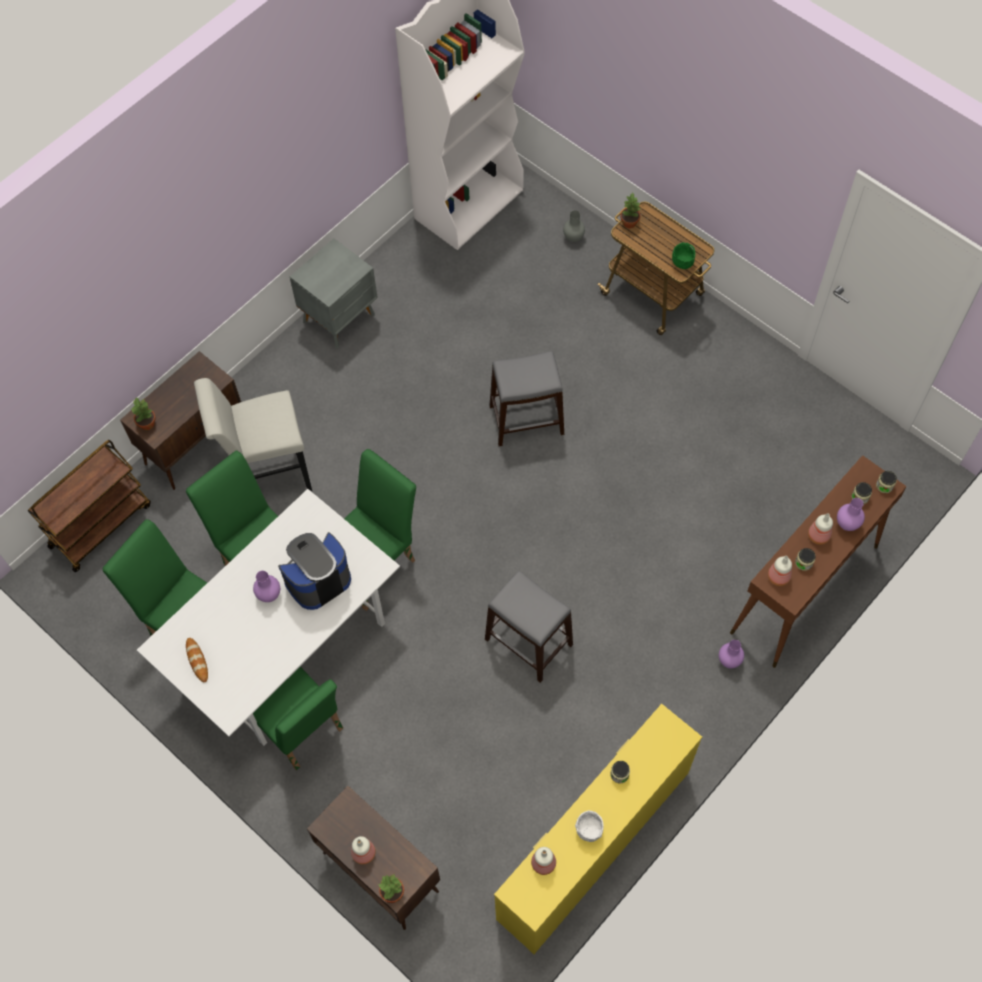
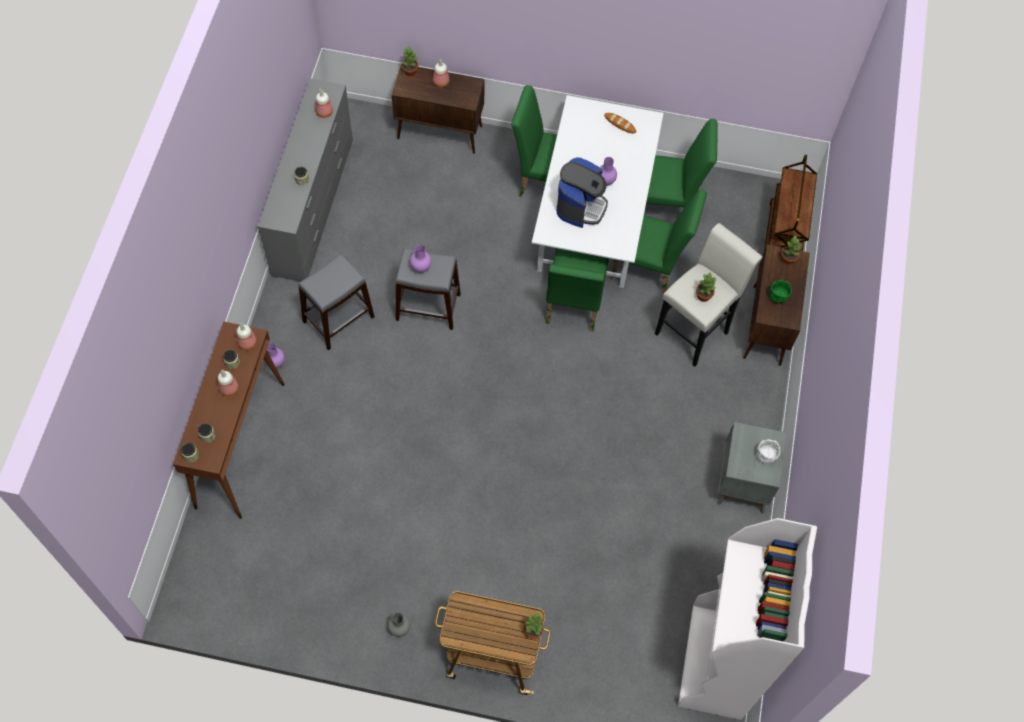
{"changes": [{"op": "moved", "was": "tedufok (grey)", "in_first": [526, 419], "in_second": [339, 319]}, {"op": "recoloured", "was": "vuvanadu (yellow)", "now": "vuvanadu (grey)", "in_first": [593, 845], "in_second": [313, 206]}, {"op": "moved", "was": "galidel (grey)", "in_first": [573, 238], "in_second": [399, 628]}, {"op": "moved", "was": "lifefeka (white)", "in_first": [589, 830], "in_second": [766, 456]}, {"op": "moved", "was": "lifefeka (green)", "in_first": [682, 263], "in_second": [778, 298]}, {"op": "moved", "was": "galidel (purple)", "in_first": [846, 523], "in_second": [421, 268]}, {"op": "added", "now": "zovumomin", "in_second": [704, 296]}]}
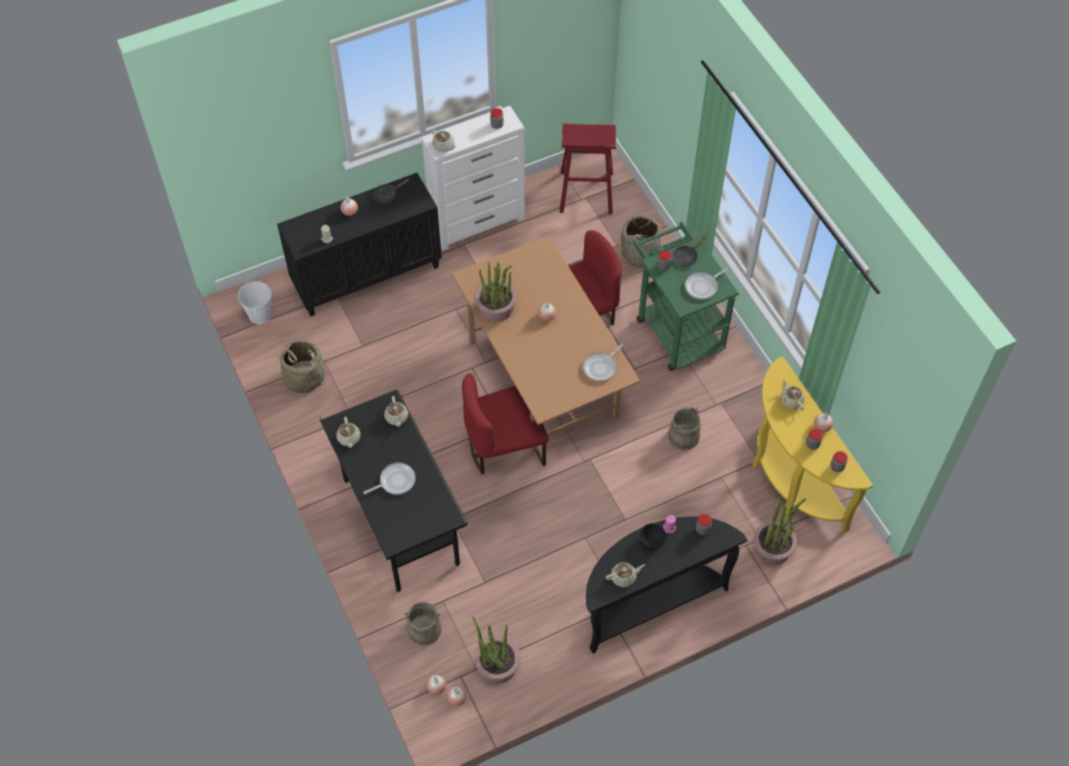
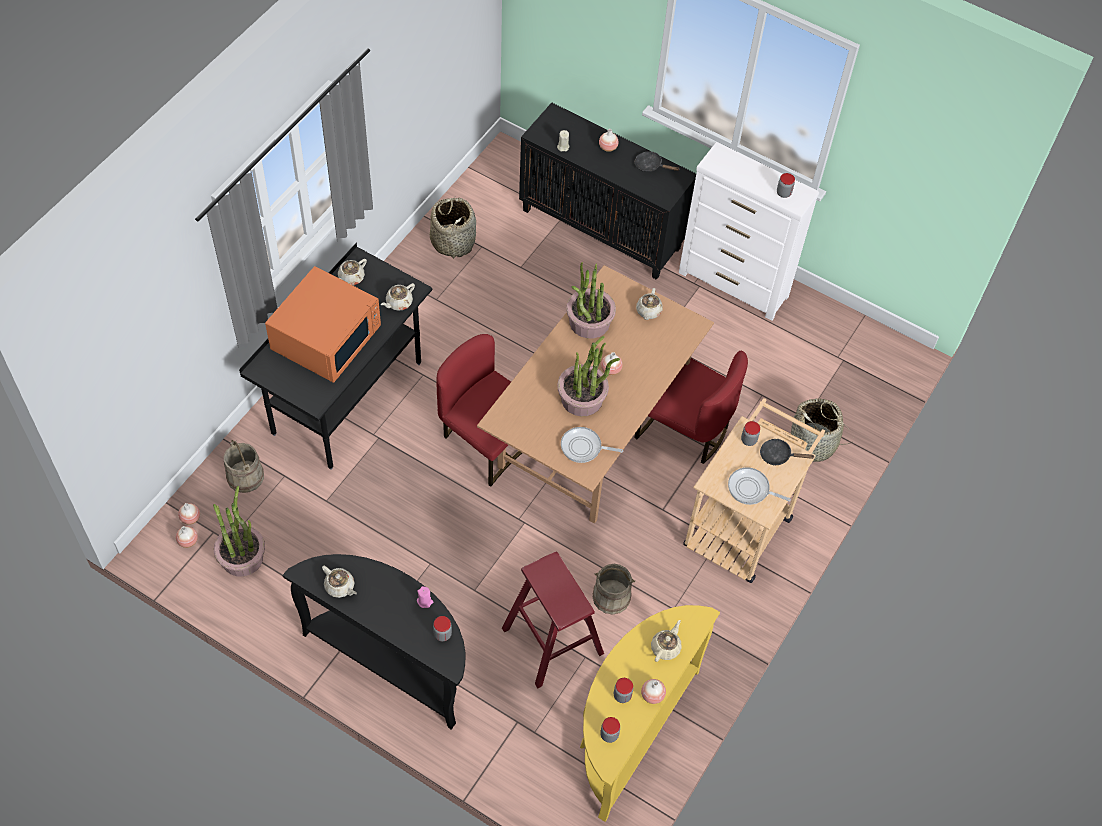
{"changes": [{"op": "removed", "was": "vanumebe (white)", "in_first": [260, 315]}, {"op": "replaced", "was": "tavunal", "now": "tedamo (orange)", "in_first": [395, 481], "in_second": [327, 337]}, {"op": "moved", "was": "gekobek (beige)", "in_first": [444, 146], "in_second": [648, 311]}, {"op": "moved", "was": "tedufok (red)", "in_first": [586, 192], "in_second": [552, 641]}, {"op": "recoloured", "was": "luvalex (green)", "now": "luvalex (beige)", "in_first": [676, 328], "in_second": [742, 524]}, {"op": "removed", "was": "lifefeka (black)", "in_first": [651, 541]}, {"op": "moved", "was": "zovumomin", "in_first": [773, 548], "in_second": [582, 398]}]}
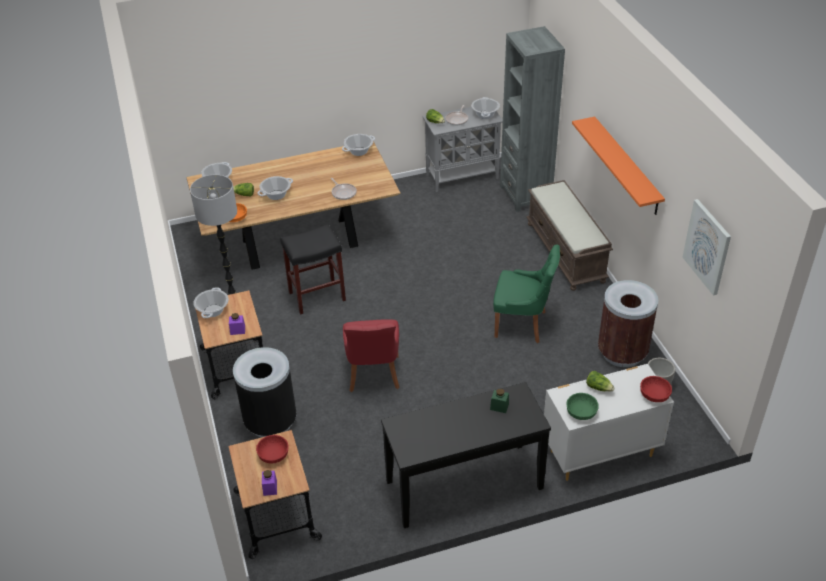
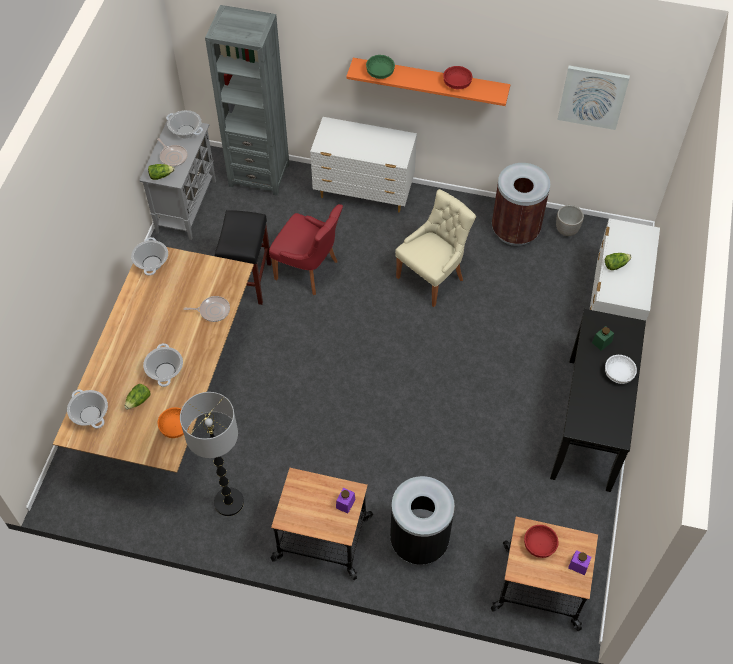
{"changes": [{"op": "removed", "was": "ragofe", "in_first": [213, 311]}, {"op": "moved", "was": "tedufok (black)", "in_first": [316, 296], "in_second": [248, 282]}, {"op": "moved", "was": "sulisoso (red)", "in_first": [373, 375], "in_second": [309, 270]}, {"op": "recoloured", "was": "sulisoso (green)", "now": "sulisoso (beige)", "in_first": [522, 324], "in_second": [432, 277]}, {"op": "replaced", "was": "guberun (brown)", "now": "vuvanadu (white)", "in_first": [566, 252], "in_second": [364, 193]}, {"op": "moved", "was": "lifefeka (green)", "in_first": [581, 412], "in_second": [379, 73]}, {"op": "moved", "was": "lifefeka (red)", "in_first": [654, 395], "in_second": [457, 84]}, {"op": "added", "now": "lifefeka (white)", "in_second": [618, 374]}]}
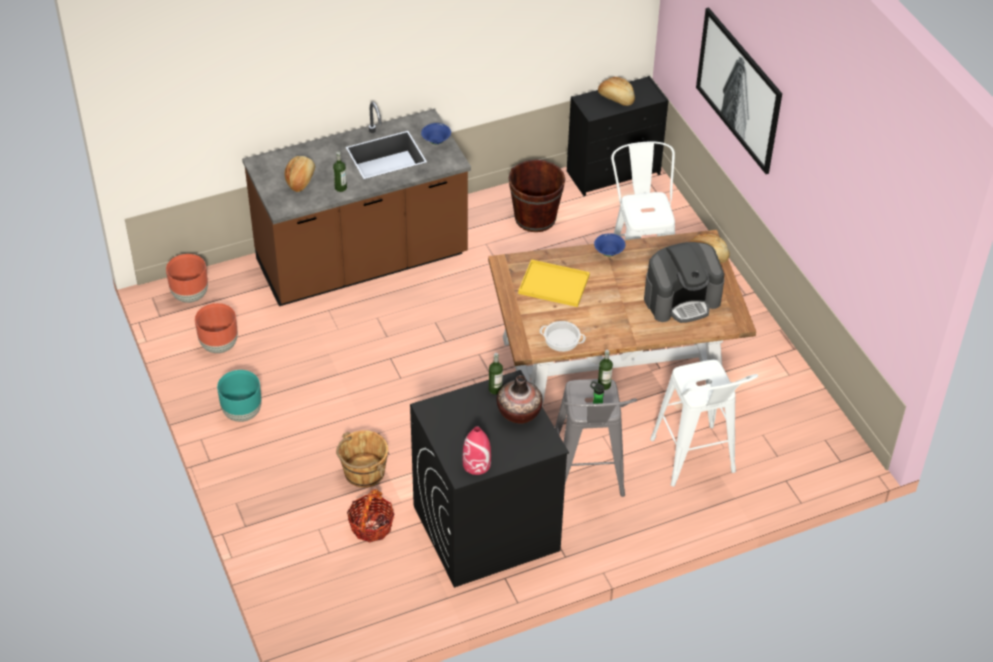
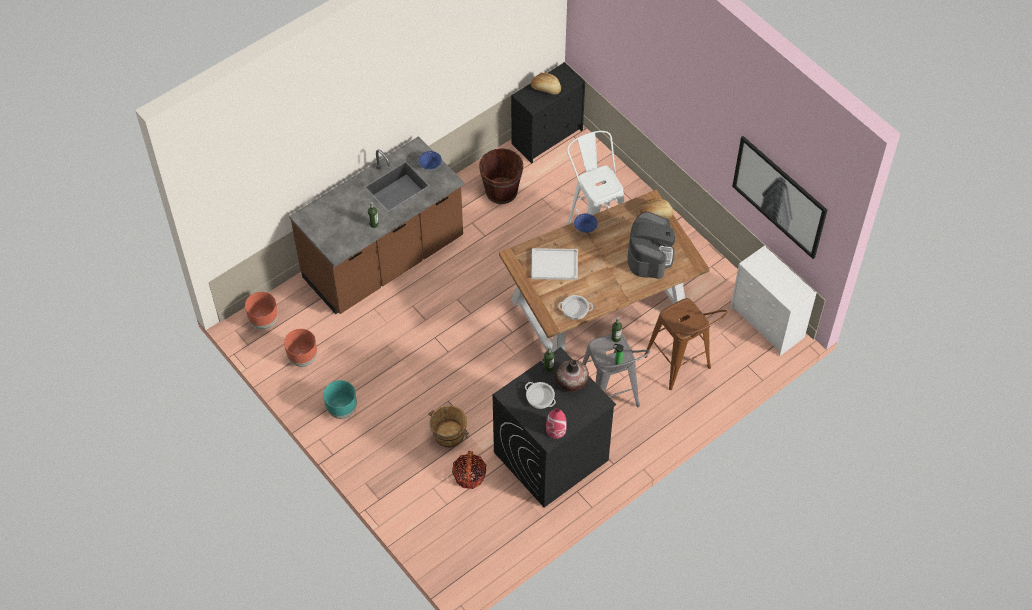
{"changes": [{"op": "removed", "was": "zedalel", "in_first": [301, 180]}, {"op": "recoloured", "was": "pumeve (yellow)", "now": "pumeve (white)", "in_first": [552, 284], "in_second": [553, 265]}, {"op": "turned", "was": "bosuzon", "in_first": [682, 299], "in_second": [649, 255], "clockwise": -45}, {"op": "recoloured", "was": "tedufok (white)", "now": "tedufok (brown)", "in_first": [695, 463], "in_second": [681, 367]}, {"op": "moved", "was": "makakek", "in_first": [738, 89], "in_second": [779, 197]}, {"op": "added", "now": "ragofe", "in_second": [540, 397]}, {"op": "added", "now": "vuvanadu (white)", "in_second": [767, 324]}]}
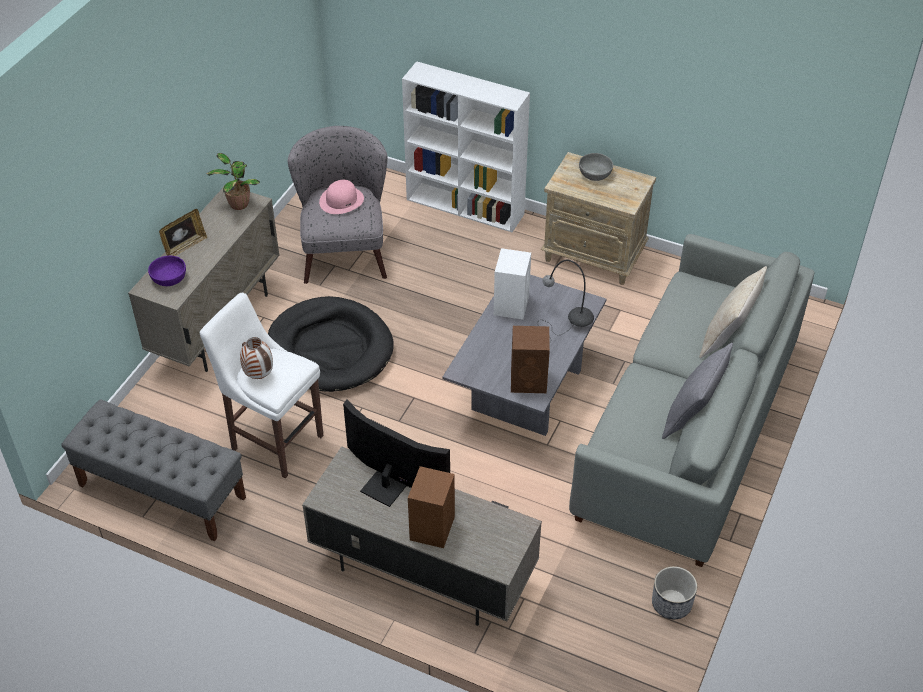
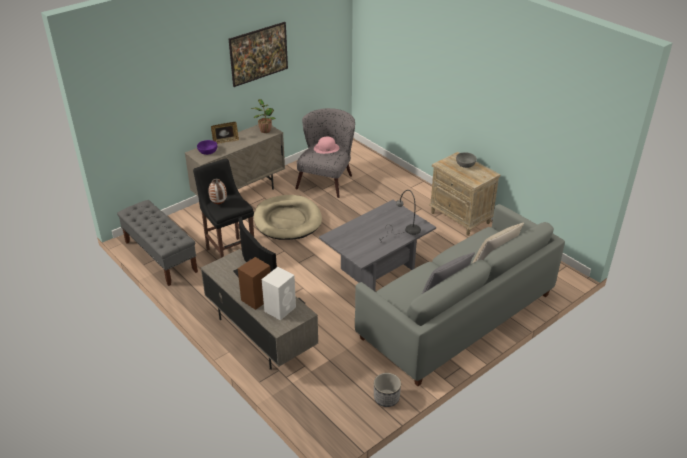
{"changes": [{"op": "recoloured", "was": "tedufok (white)", "now": "tedufok (black)", "in_first": [274, 440], "in_second": [230, 251]}, {"op": "recoloured", "was": "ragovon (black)", "now": "ragovon (beige)", "in_first": [330, 348], "in_second": [287, 220]}, {"op": "removed", "was": "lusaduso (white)", "in_first": [466, 207]}, {"op": "moved", "was": "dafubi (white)", "in_first": [511, 304], "in_second": [280, 308]}, {"op": "removed", "was": "dafubi (brown)", "in_first": [529, 381]}, {"op": "added", "now": "makakek", "in_second": [259, 65]}]}
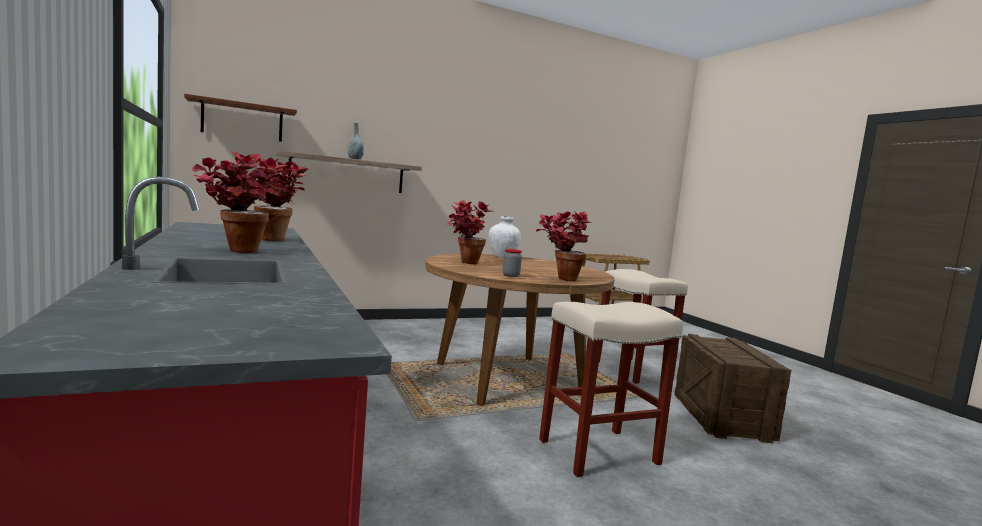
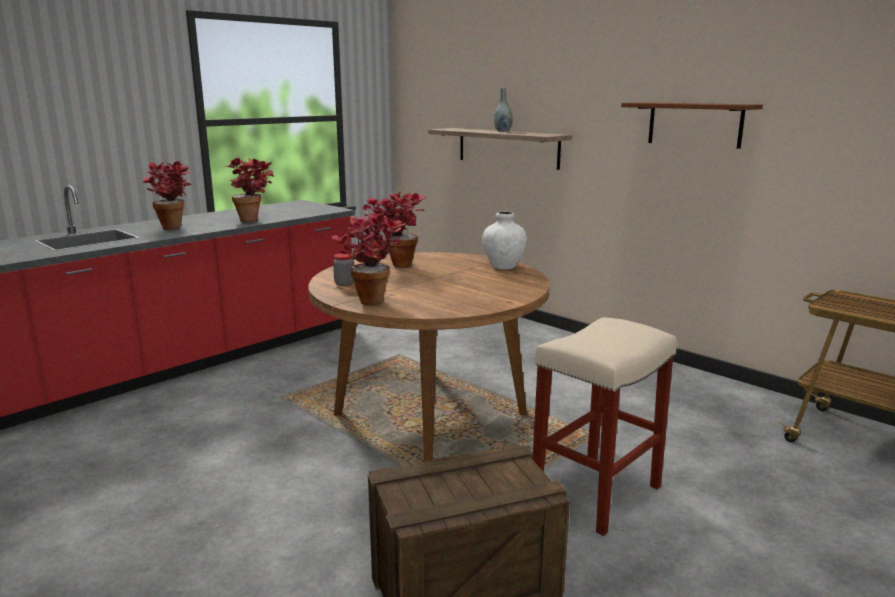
{"changes": [{"op": "moved", "was": "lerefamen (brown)", "in_first": [242, 121], "in_second": [694, 124]}, {"op": "removed", "was": "tedufok (beige)", "in_first": [597, 452]}]}
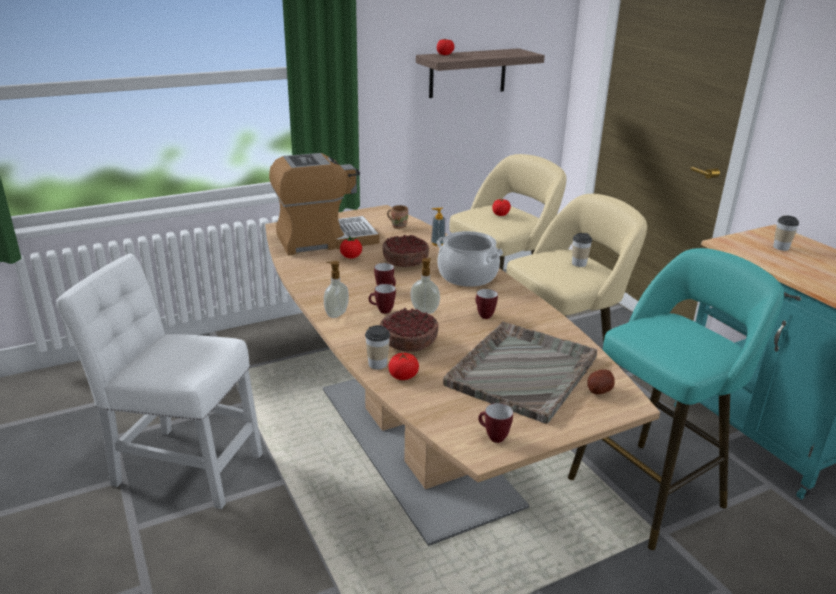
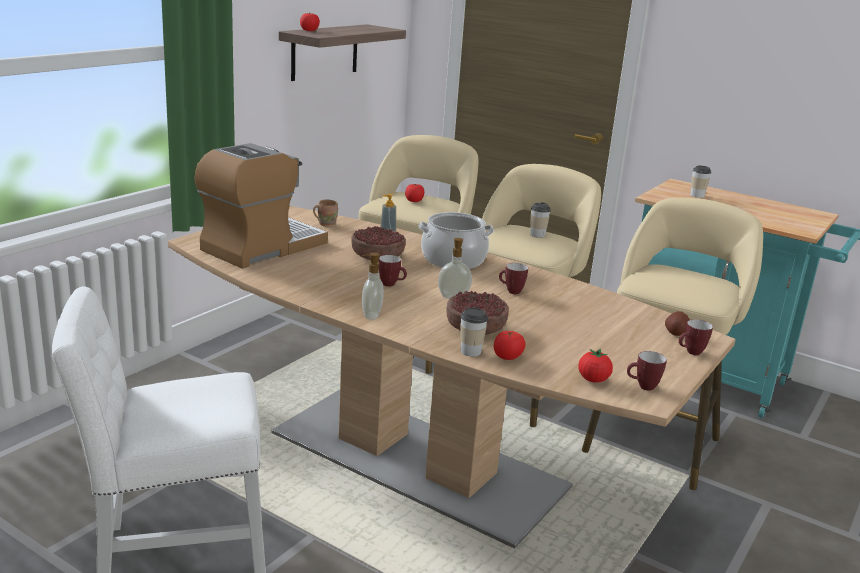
{"changes": [{"op": "moved", "was": "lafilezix", "in_first": [351, 257], "in_second": [593, 380]}, {"op": "moved", "was": "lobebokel", "in_first": [382, 311], "in_second": [691, 353]}, {"op": "removed", "was": "pumeve (grey)", "in_first": [523, 371]}, {"op": "recoloured", "was": "tedufok (turquoise)", "now": "tedufok (beige)", "in_first": [651, 489], "in_second": [654, 441]}]}
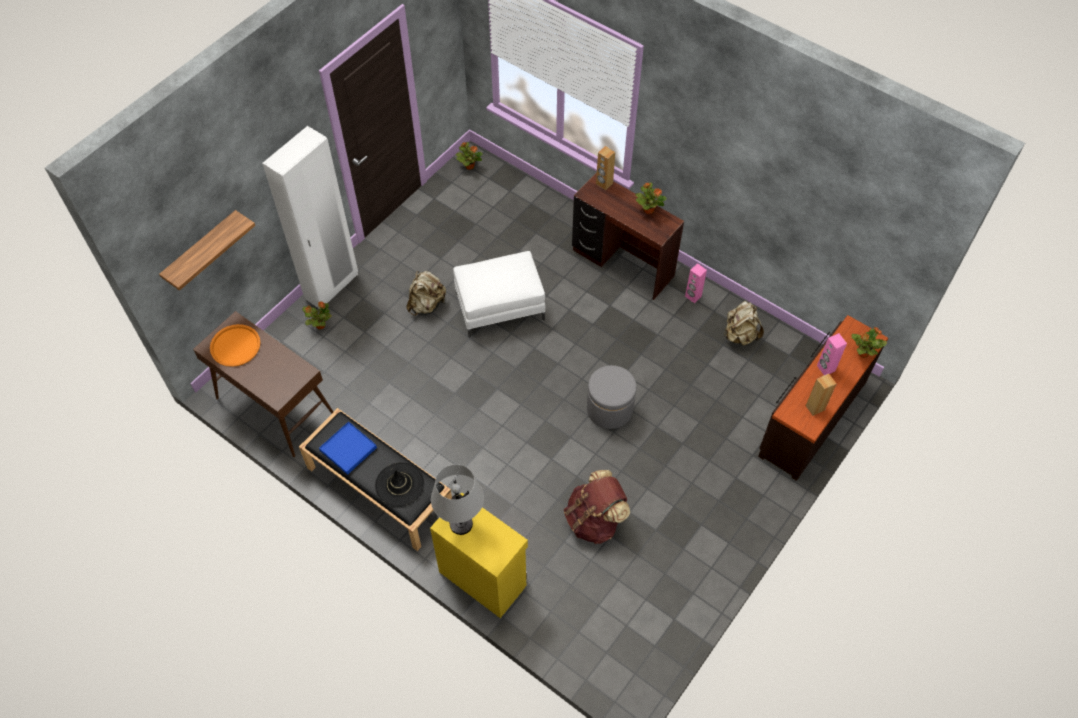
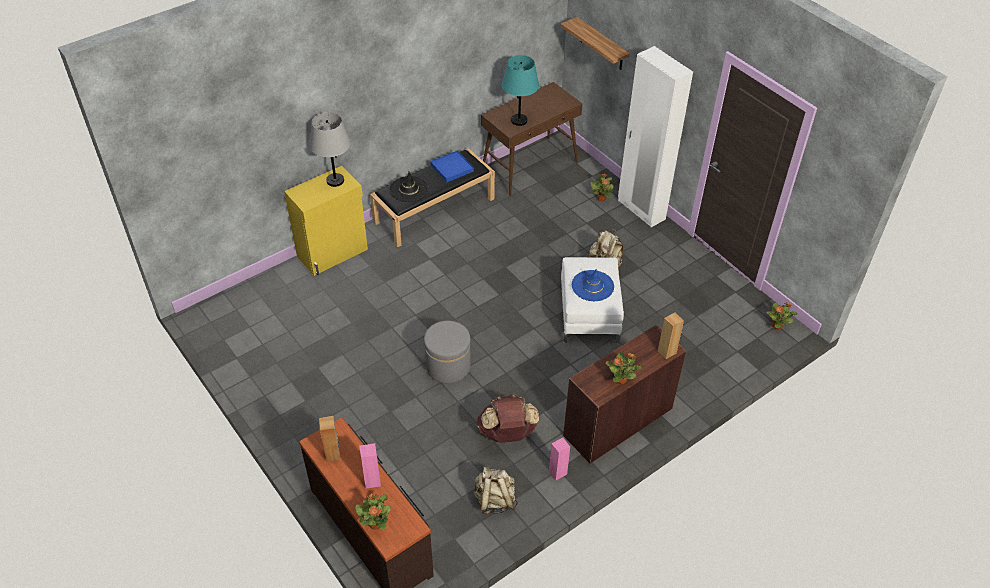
{"changes": [{"op": "removed", "was": "pumeve (orange)", "in_first": [235, 346]}, {"op": "moved", "was": "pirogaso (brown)", "in_first": [594, 520], "in_second": [507, 433]}, {"op": "added", "now": "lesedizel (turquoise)", "in_second": [519, 120]}, {"op": "added", "now": "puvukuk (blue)", "in_second": [592, 286]}]}
